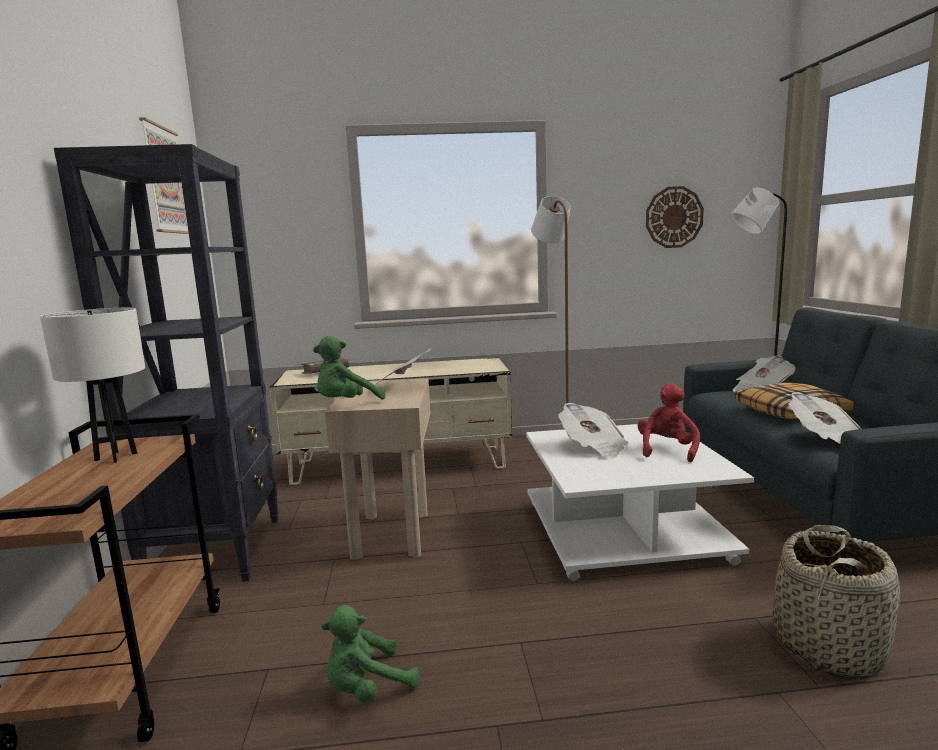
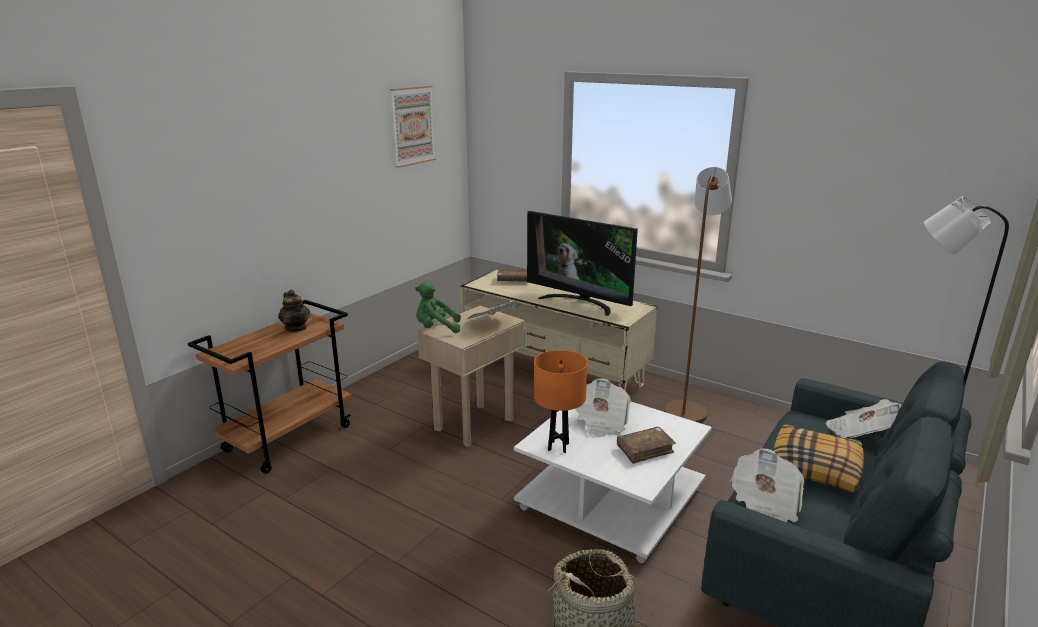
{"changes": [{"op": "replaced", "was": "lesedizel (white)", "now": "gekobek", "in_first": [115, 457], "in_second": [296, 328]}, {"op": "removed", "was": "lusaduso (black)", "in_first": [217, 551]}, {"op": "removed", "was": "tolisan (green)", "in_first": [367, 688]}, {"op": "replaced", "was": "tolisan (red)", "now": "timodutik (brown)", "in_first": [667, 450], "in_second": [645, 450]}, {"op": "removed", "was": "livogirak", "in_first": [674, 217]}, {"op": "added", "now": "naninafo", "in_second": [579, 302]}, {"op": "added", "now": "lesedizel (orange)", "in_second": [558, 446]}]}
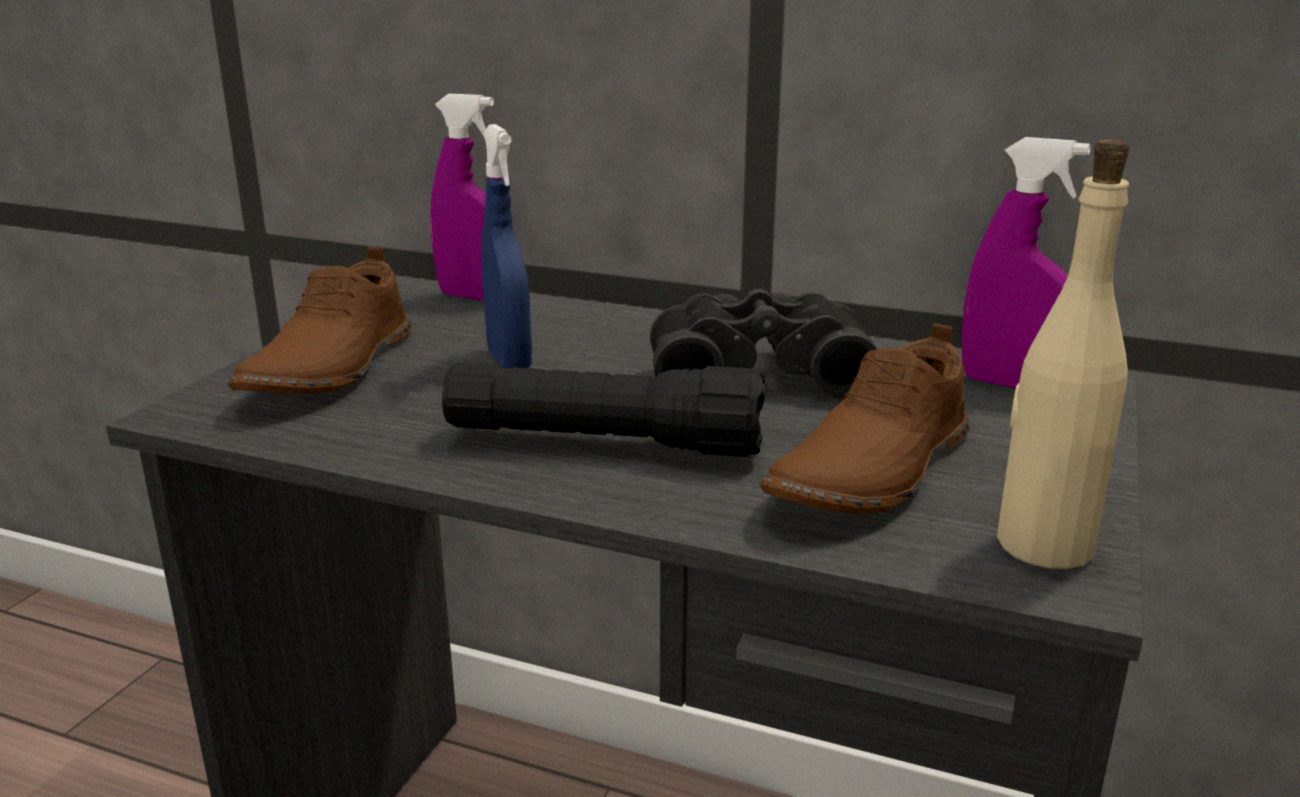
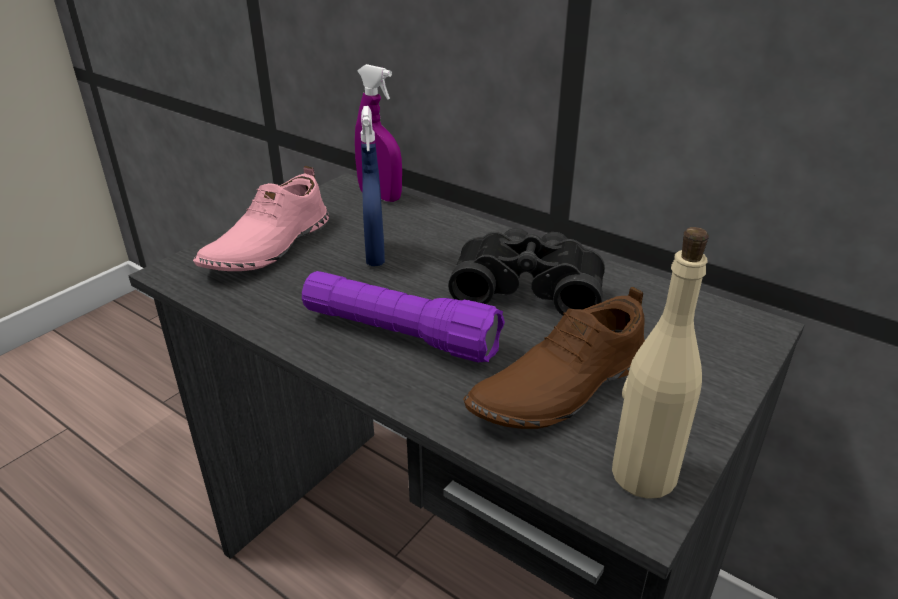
{"changes": [{"op": "recoloured", "was": "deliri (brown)", "now": "deliri (pink)", "in_first": [329, 367], "in_second": [267, 246]}, {"op": "recoloured", "was": "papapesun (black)", "now": "papapesun (purple)", "in_first": [604, 443], "in_second": [400, 334]}, {"op": "removed", "was": "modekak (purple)", "in_first": [1009, 384]}]}
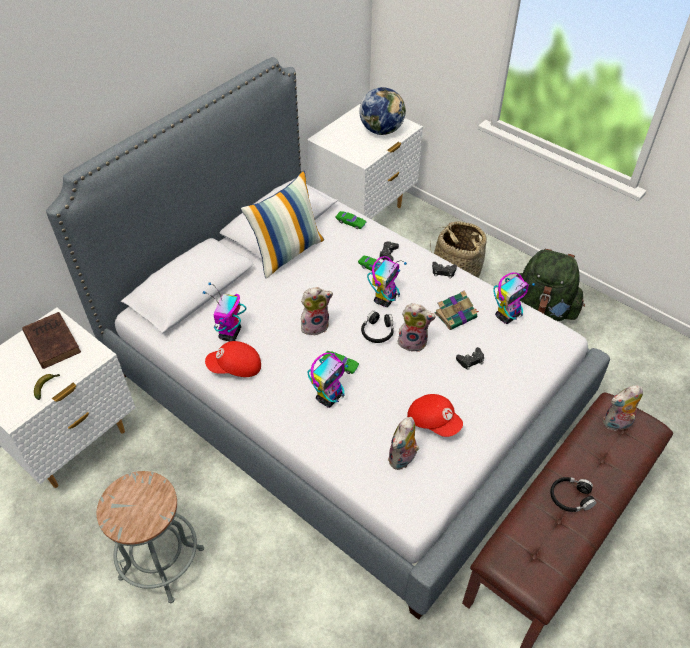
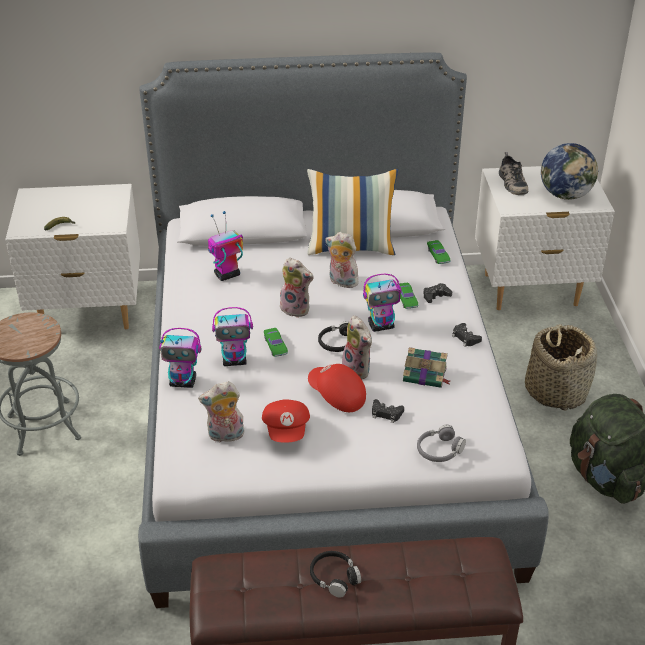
{"changes": [{"op": "removed", "was": "timodutik (brown)", "in_first": [52, 341]}, {"op": "moved", "was": "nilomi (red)", "in_first": [235, 368], "in_second": [336, 396]}, {"op": "moved", "was": "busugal", "in_first": [507, 316], "in_second": [183, 382]}, {"op": "moved", "was": "tolisan", "in_first": [617, 424], "in_second": [341, 282]}, {"op": "added", "now": "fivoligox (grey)", "in_second": [439, 450]}, {"op": "added", "now": "deliri", "in_second": [511, 182]}]}
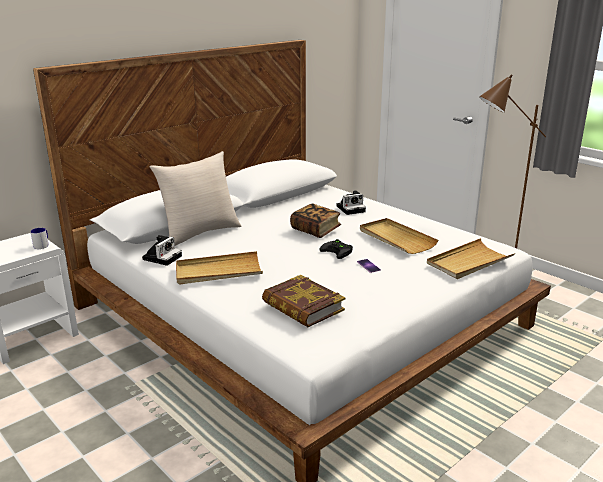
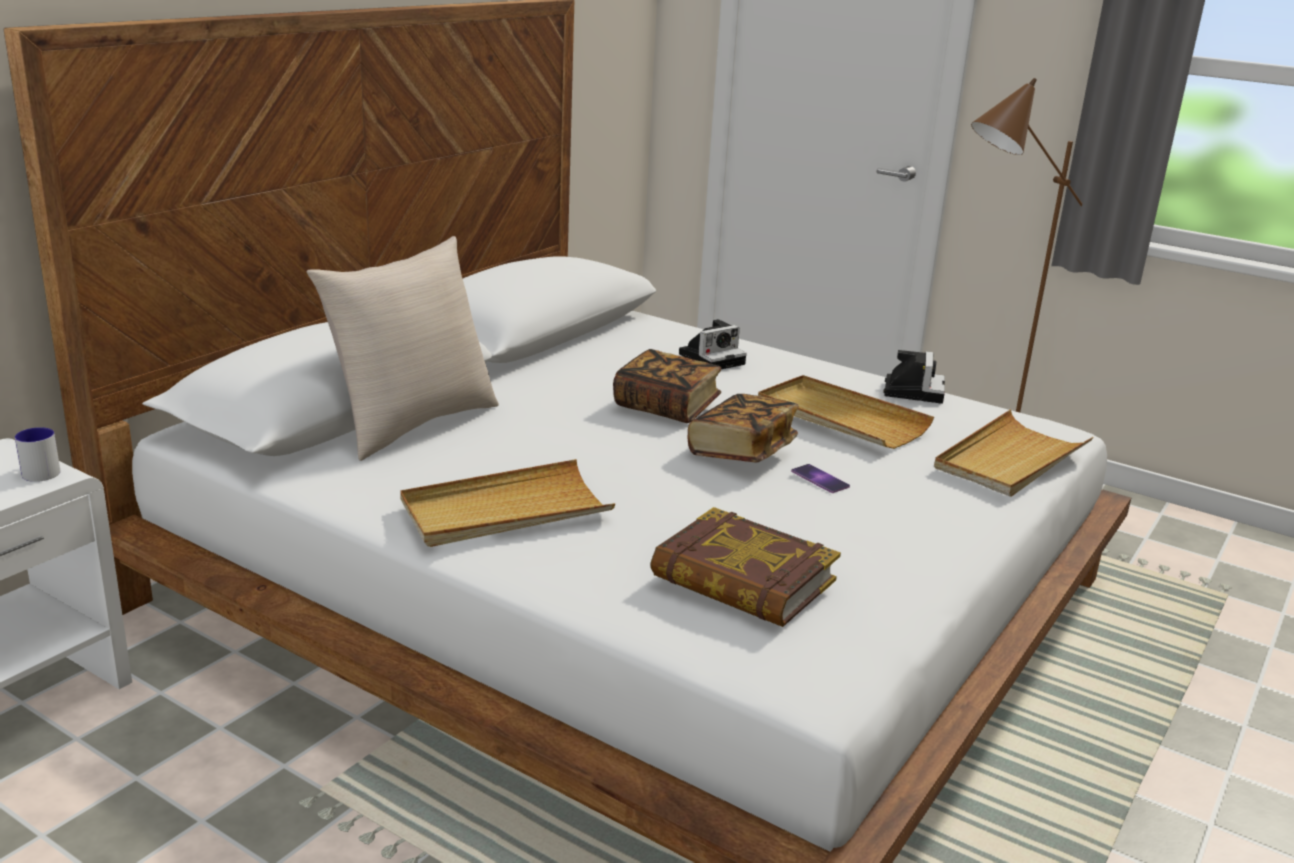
{"changes": [{"op": "moved", "was": "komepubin", "in_first": [162, 257], "in_second": [912, 390]}, {"op": "replaced", "was": "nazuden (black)", "now": "timodutik", "in_first": [338, 251], "in_second": [741, 451]}]}
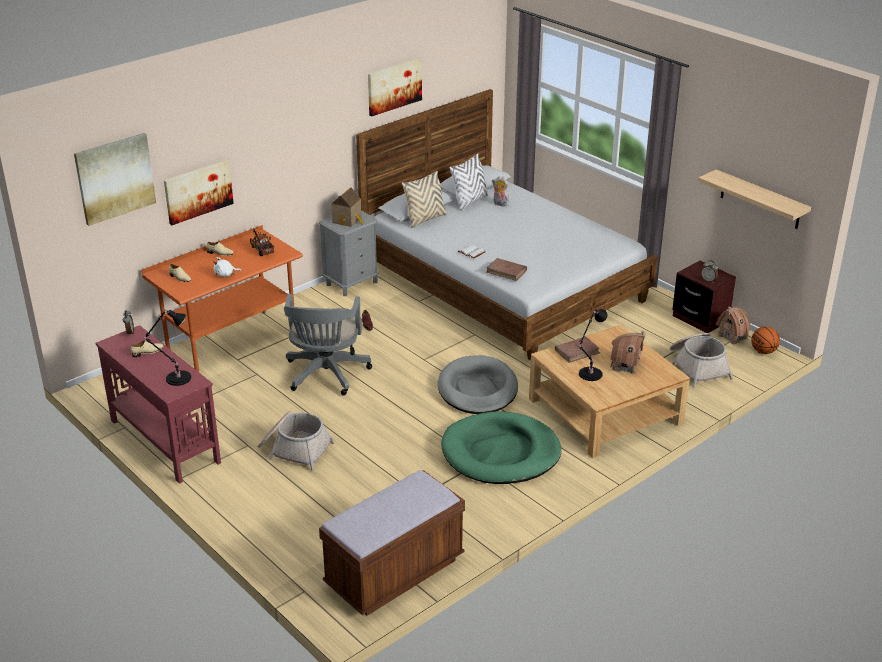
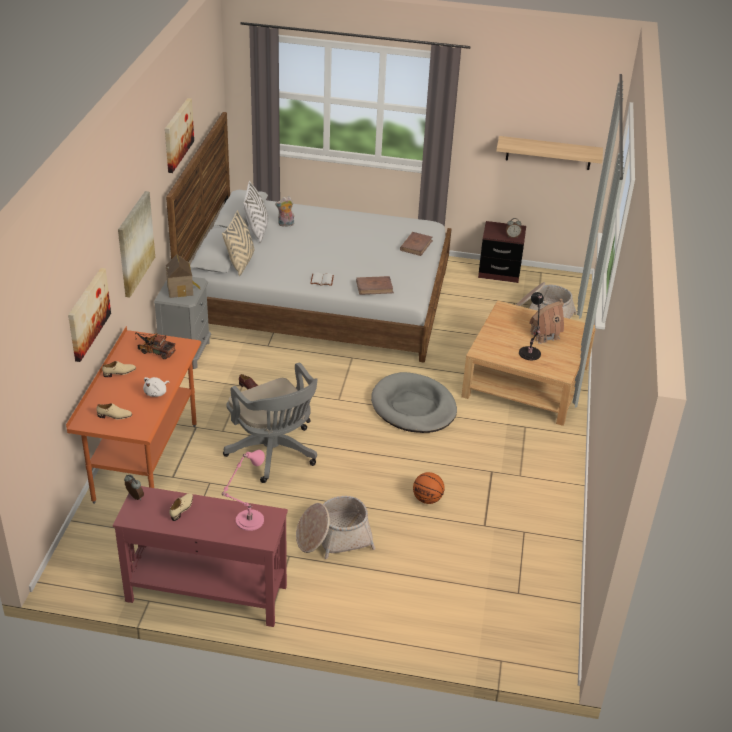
{"changes": [{"op": "moved", "was": "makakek", "in_first": [115, 178], "in_second": [135, 243]}, {"op": "recoloured", "was": "lesedizel (black)", "now": "lesedizel (pink)", "in_first": [176, 378], "in_second": [247, 521]}, {"op": "removed", "was": "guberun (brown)", "in_first": [394, 572]}, {"op": "removed", "was": "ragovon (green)", "in_first": [500, 453]}, {"op": "moved", "was": "timodutik (brown)", "in_first": [577, 351], "in_second": [416, 245]}, {"op": "removed", "was": "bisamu", "in_first": [732, 337]}, {"op": "moved", "was": "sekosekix", "in_first": [763, 351], "in_second": [427, 499]}]}
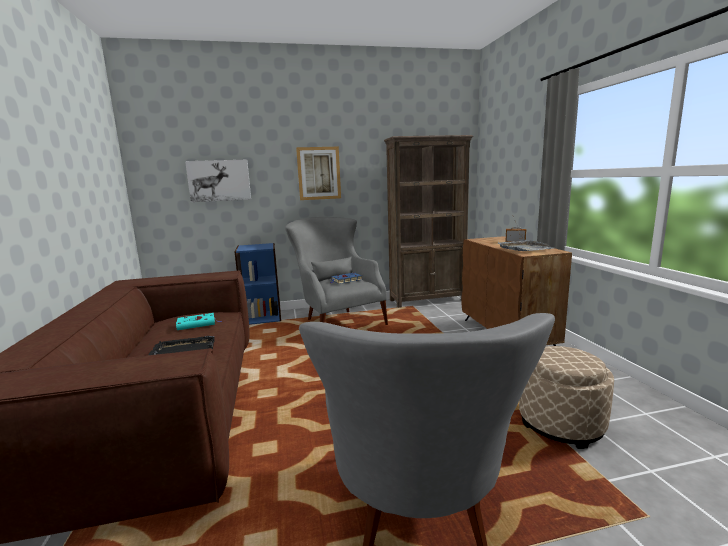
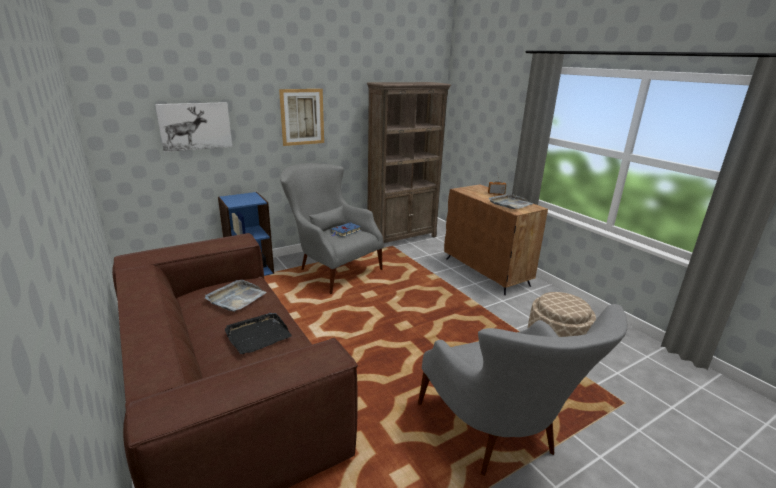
{"changes": [{"op": "replaced", "was": "timodutik (turquoise)", "now": "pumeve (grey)", "in_first": [197, 324], "in_second": [236, 298]}]}
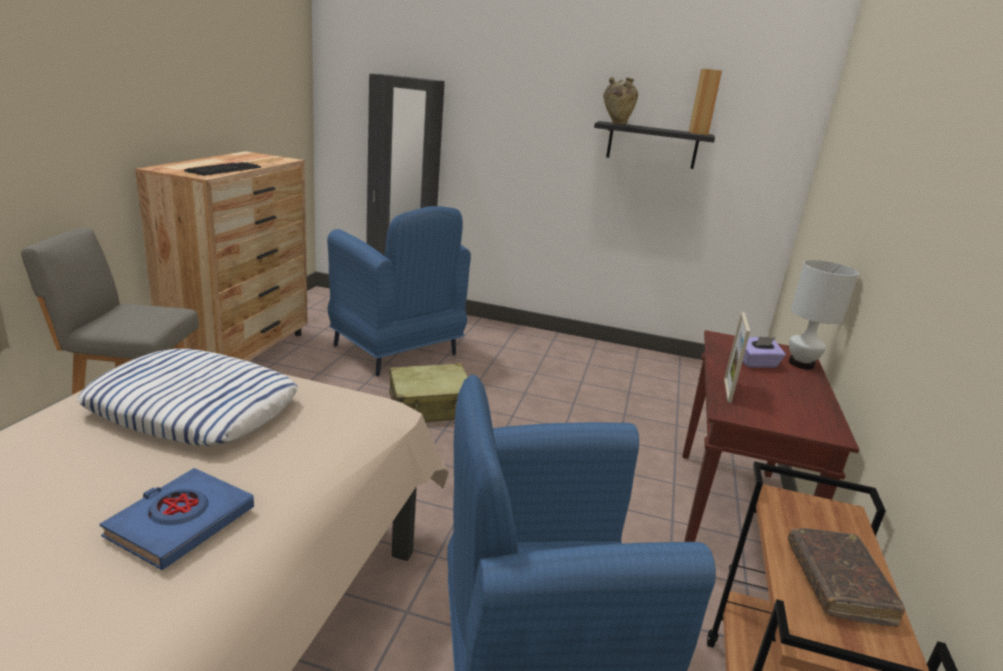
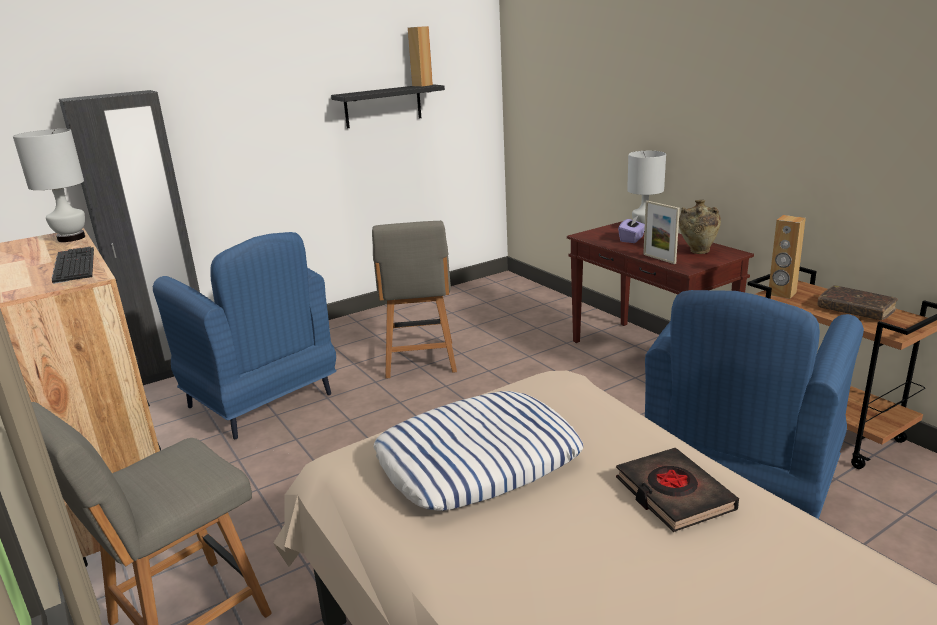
{"changes": [{"op": "recoloured", "was": "timodutik (blue)", "now": "timodutik (black)", "in_first": [181, 523], "in_second": [673, 494]}, {"op": "turned", "was": "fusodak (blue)", "in_first": [396, 351], "in_second": [262, 402], "clockwise": 45}, {"op": "removed", "was": "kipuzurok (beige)", "in_first": [430, 407]}, {"op": "moved", "was": "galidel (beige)", "in_first": [616, 124], "in_second": [697, 252]}, {"op": "added", "now": "lesedizel (white)", "in_second": [71, 238]}, {"op": "added", "now": "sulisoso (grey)", "in_second": [420, 361]}, {"op": "added", "now": "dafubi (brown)", "in_second": [782, 293]}]}
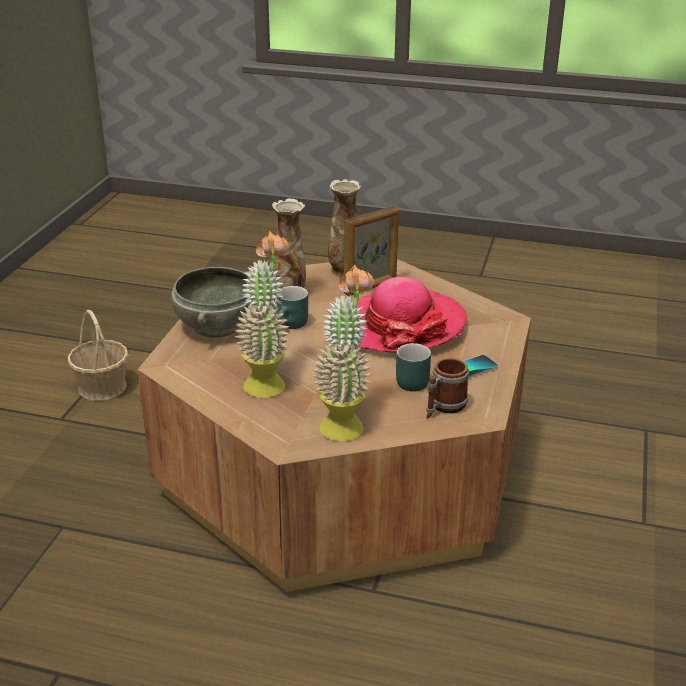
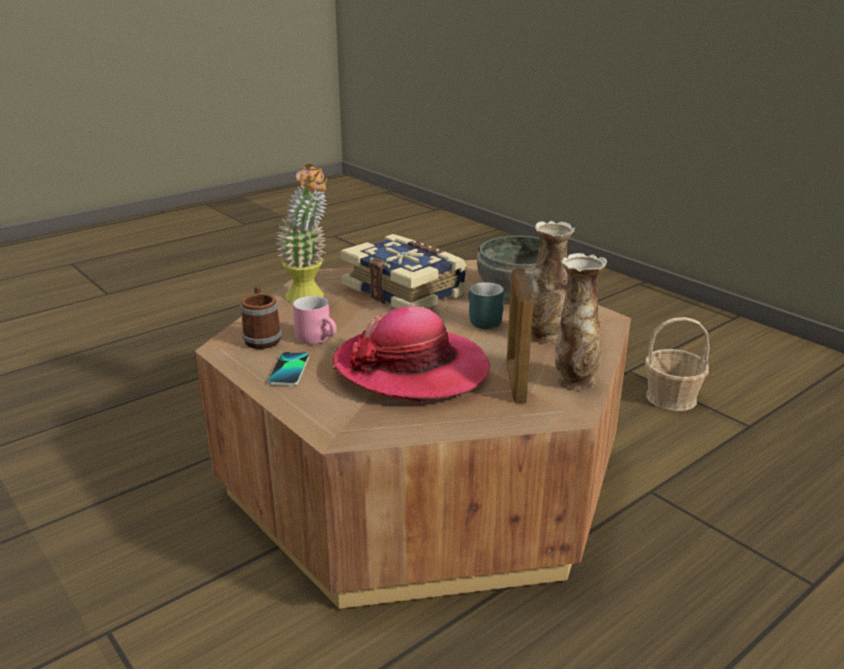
{"changes": [{"op": "replaced", "was": "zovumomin", "now": "timodutik", "in_first": [267, 380], "in_second": [405, 290]}, {"op": "recoloured", "was": "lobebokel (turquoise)", "now": "lobebokel (pink)", "in_first": [409, 380], "in_second": [319, 338]}]}
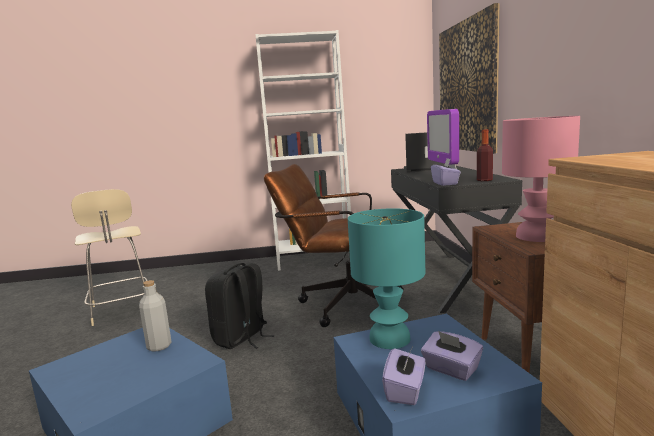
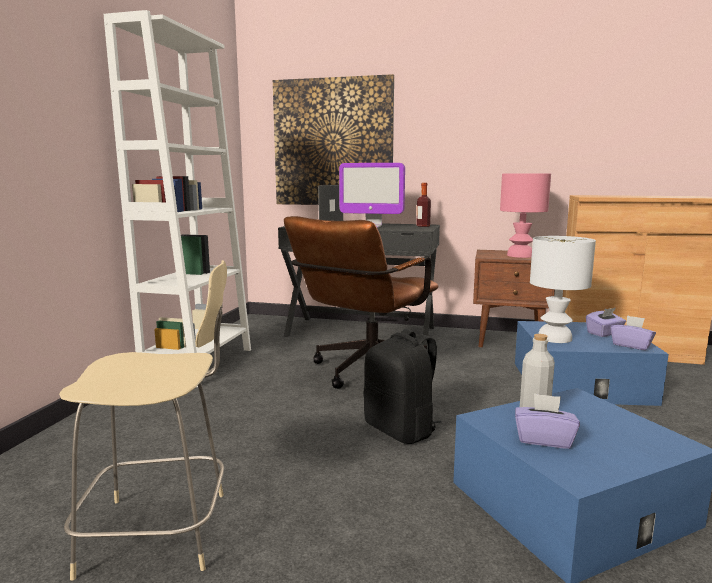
{"changes": [{"op": "recoloured", "was": "lesedizel (turquoise)", "now": "lesedizel (white)", "in_first": [391, 339], "in_second": [555, 338]}, {"op": "moved", "was": "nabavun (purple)", "in_first": [445, 183], "in_second": [543, 439]}]}
